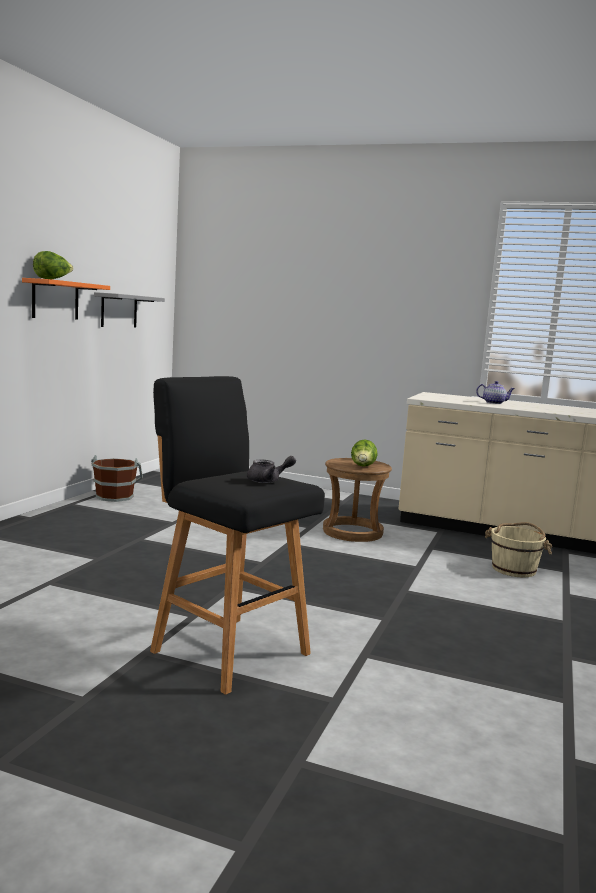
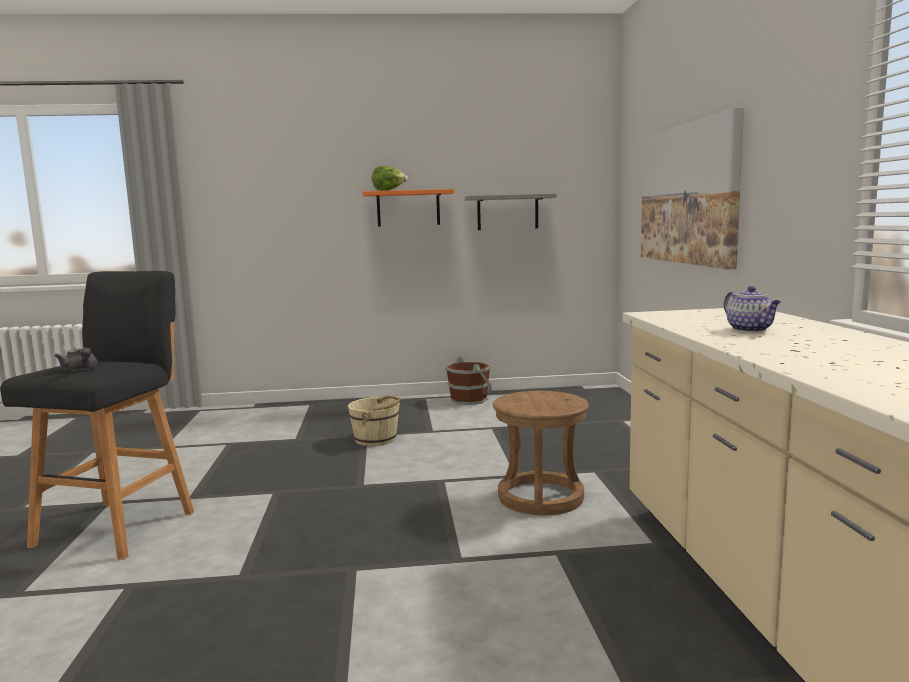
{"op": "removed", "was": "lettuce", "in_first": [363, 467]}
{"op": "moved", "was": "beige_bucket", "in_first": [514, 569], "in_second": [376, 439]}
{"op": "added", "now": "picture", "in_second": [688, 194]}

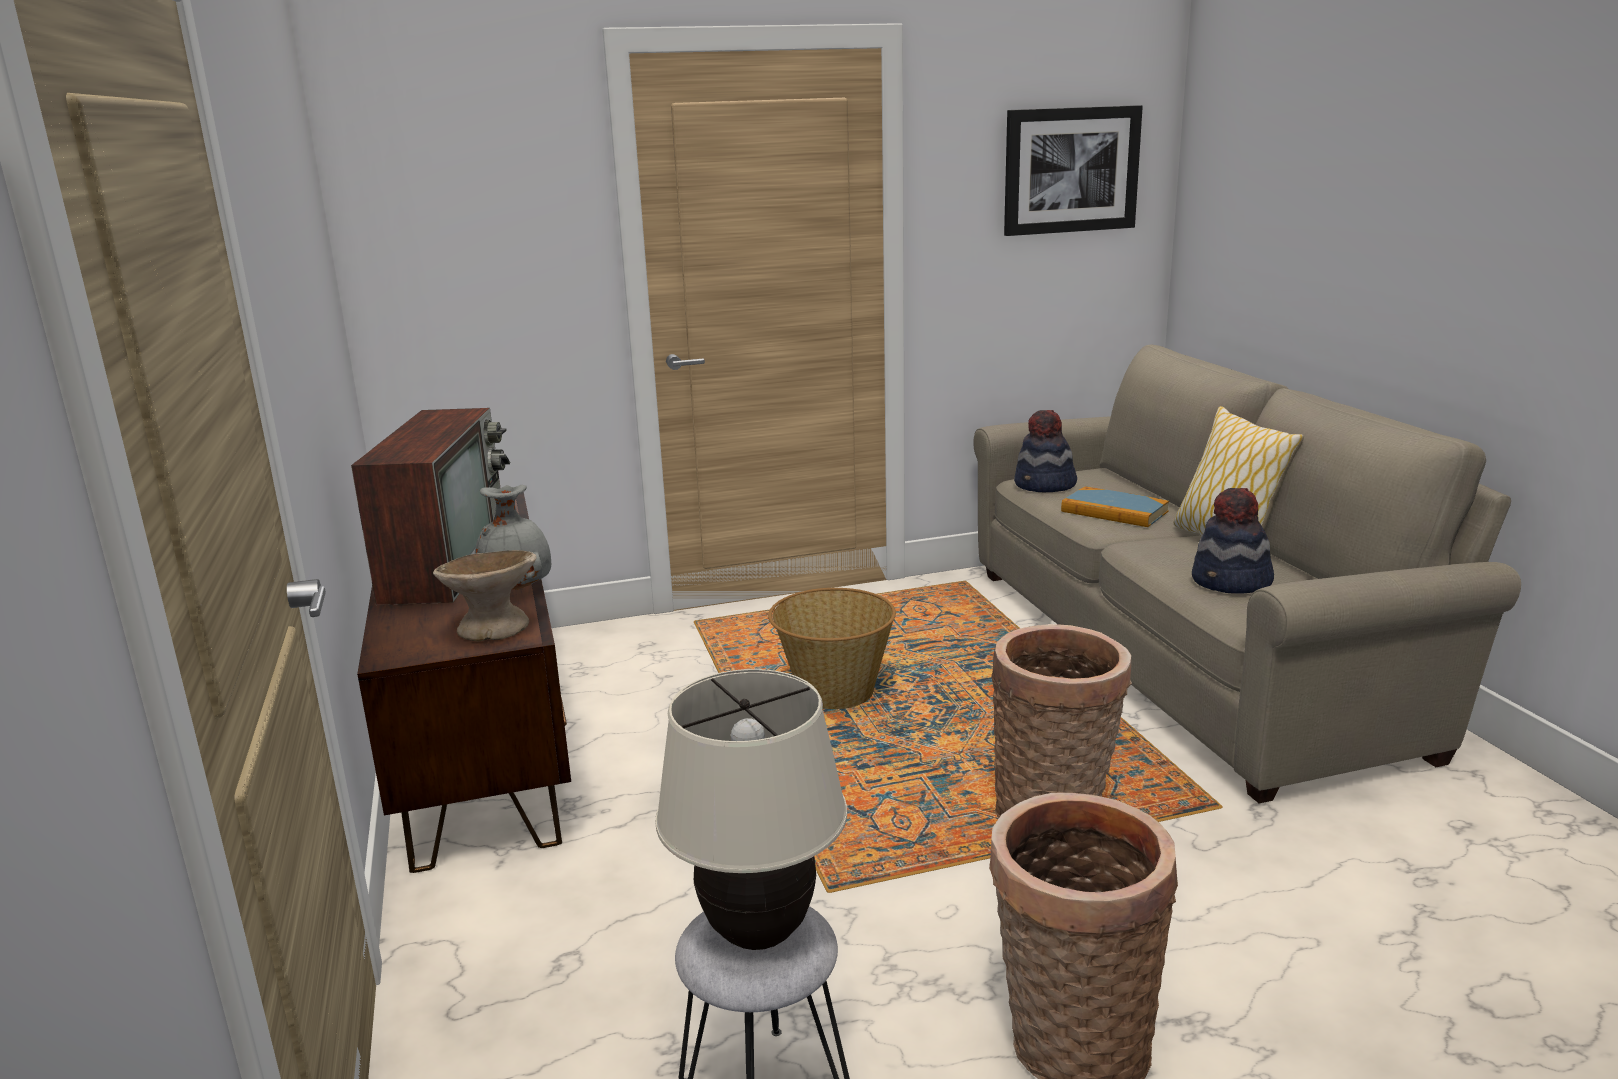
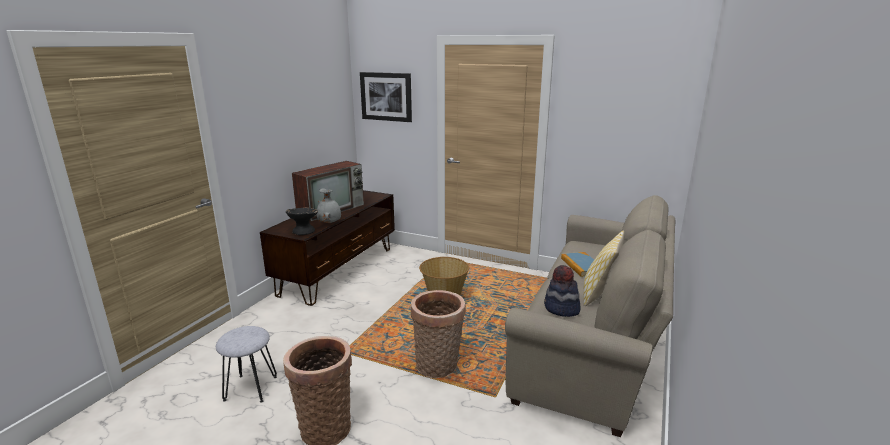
{"op": "recoloured", "was": "beige_bowl", "now": "black_bowl", "in_first": [493, 627], "in_second": [303, 231]}
{"op": "removed", "was": "beige_table_lamp", "in_first": [758, 935]}
{"op": "moved", "was": "picture", "in_first": [1071, 170], "in_second": [386, 96]}
{"op": "removed", "was": "hat", "in_first": [1044, 486]}

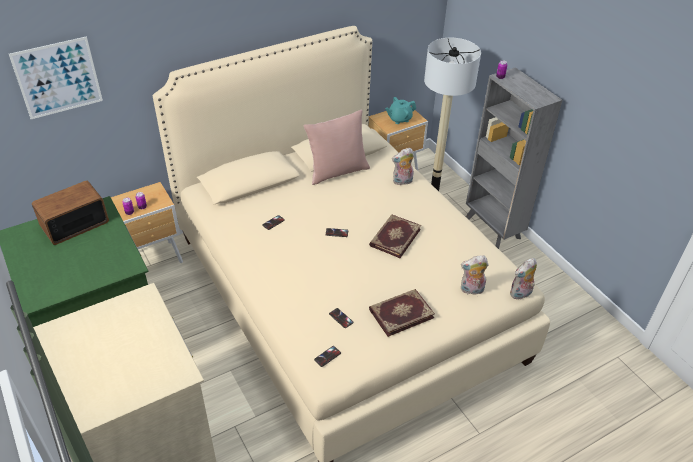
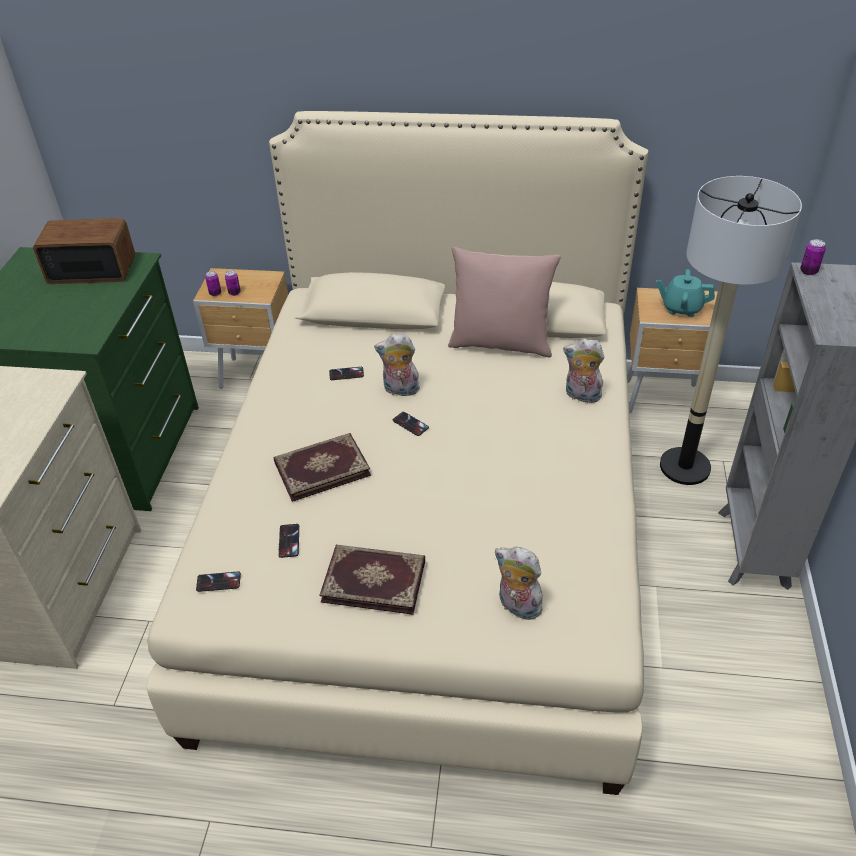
{"op": "removed", "was": "picture", "in_first": [58, 78]}
{"op": "moved", "was": "book", "in_first": [394, 237], "in_second": [321, 468]}
{"op": "moved", "was": "plush_toy", "in_first": [520, 294], "in_second": [400, 390]}

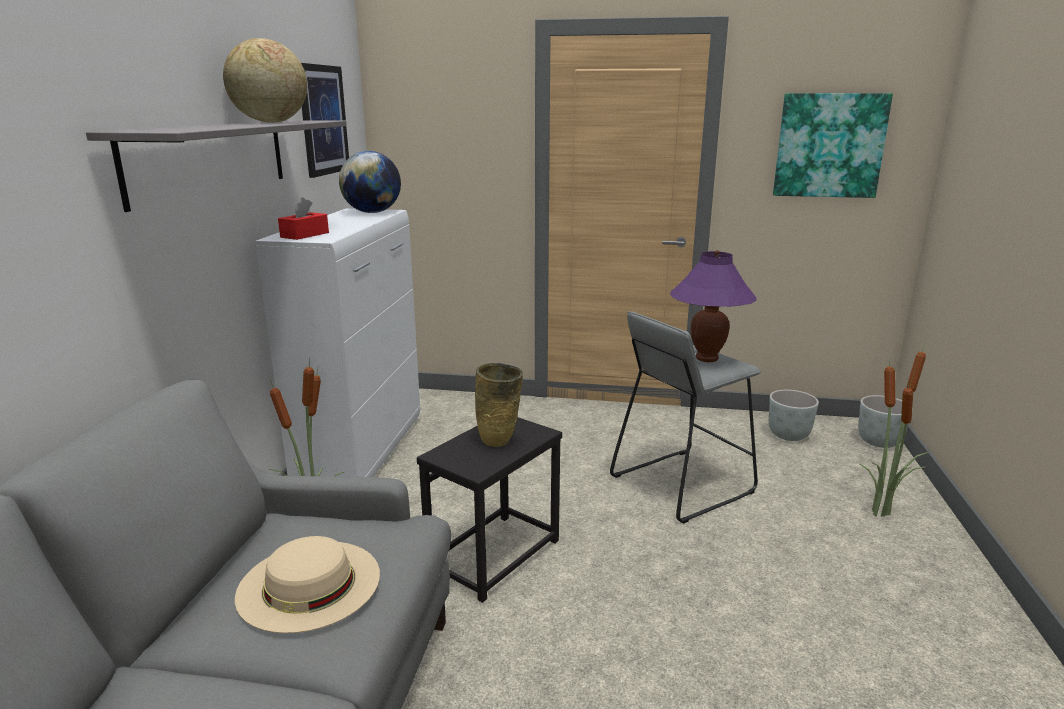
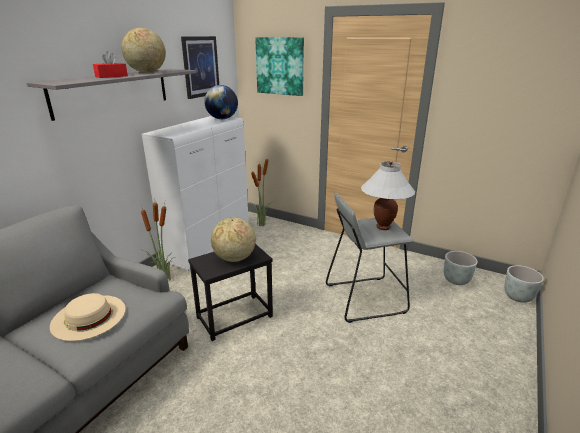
{"op": "moved", "was": "red_tissue_box", "in_first": [305, 235], "in_second": [111, 76]}
{"op": "replaced", "was": "beige_vase", "now": "globe", "in_first": [499, 442], "in_second": [234, 258]}
{"op": "recoloured", "was": "purple_table_lamp", "now": "white_table_lamp", "in_first": [707, 358], "in_second": [383, 227]}
{"op": "moved", "was": "picture", "in_first": [829, 145], "in_second": [280, 66]}
{"op": "moved", "was": "potted_plant", "in_first": [882, 511], "in_second": [262, 224]}

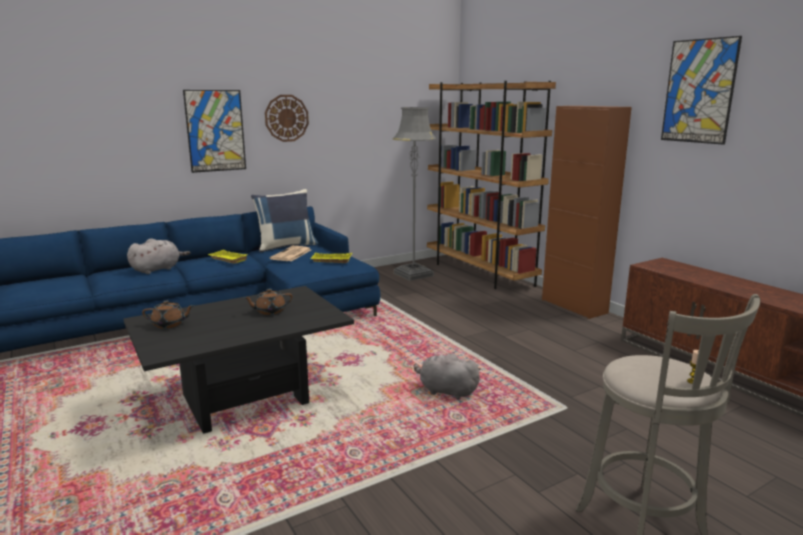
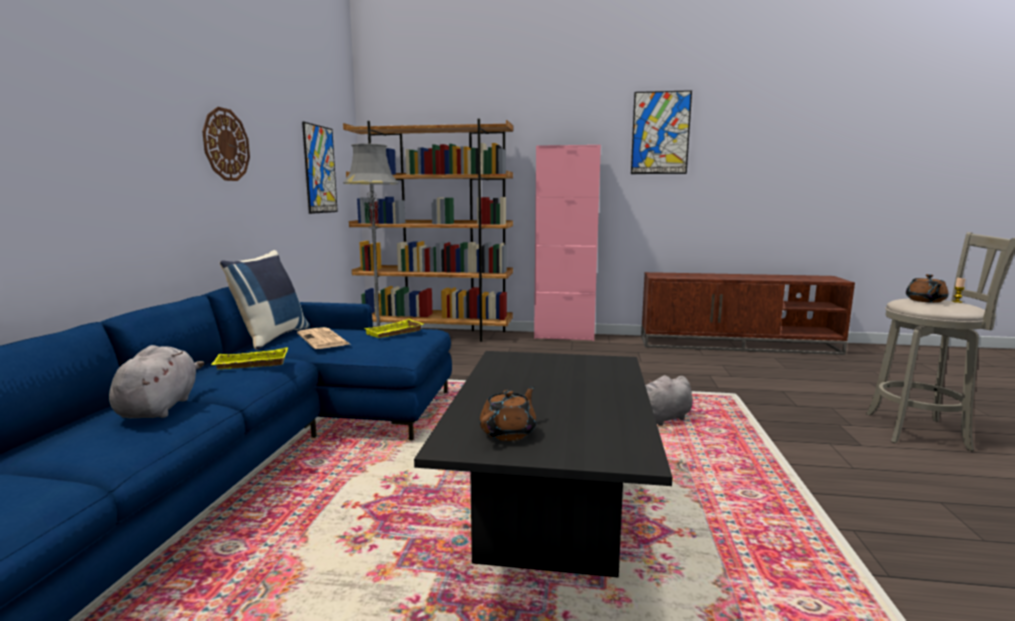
{"op": "moved", "was": "picture", "in_first": [215, 131], "in_second": [320, 169]}
{"op": "moved", "was": "brown_teapot", "in_first": [269, 311], "in_second": [925, 301]}
{"op": "recoloured", "was": "brown_cabinet", "now": "pink_cabinet", "in_first": [574, 306], "in_second": [564, 336]}

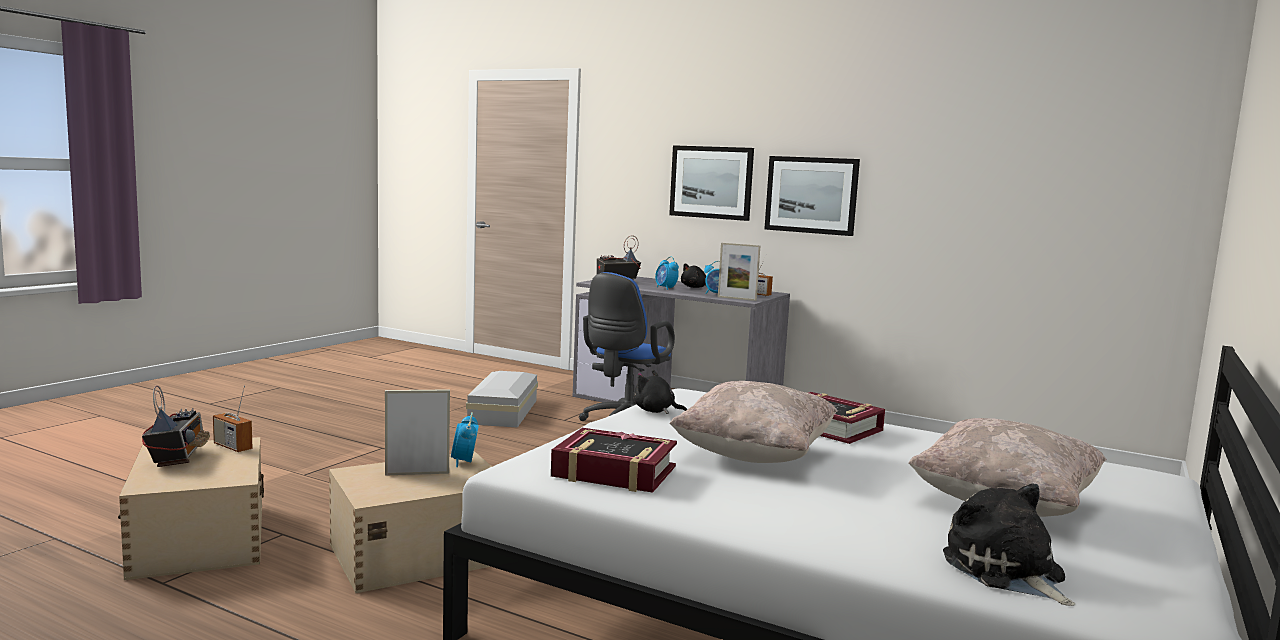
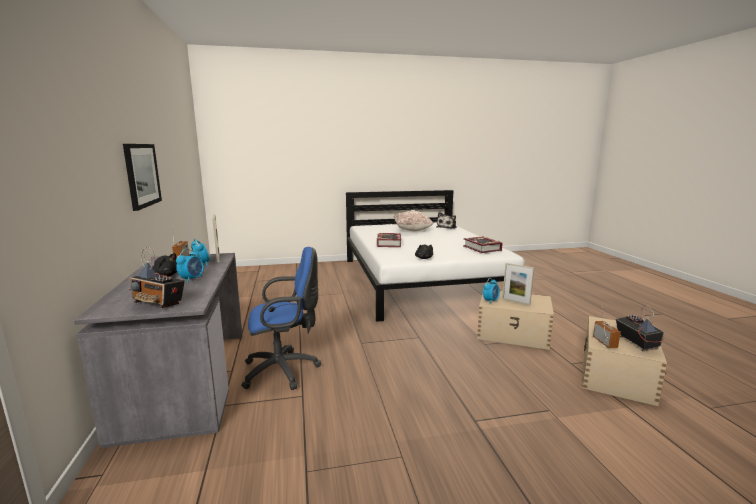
{"op": "turned", "was": "radio", "in_first": [177, 457], "in_second": [636, 343], "clockwise": 135}
{"op": "removed", "was": "white_storage_box", "in_first": [505, 411]}
{"op": "removed", "was": "picture", "in_first": [711, 182]}
{"op": "removed", "was": "beige_pillow", "in_first": [754, 456]}

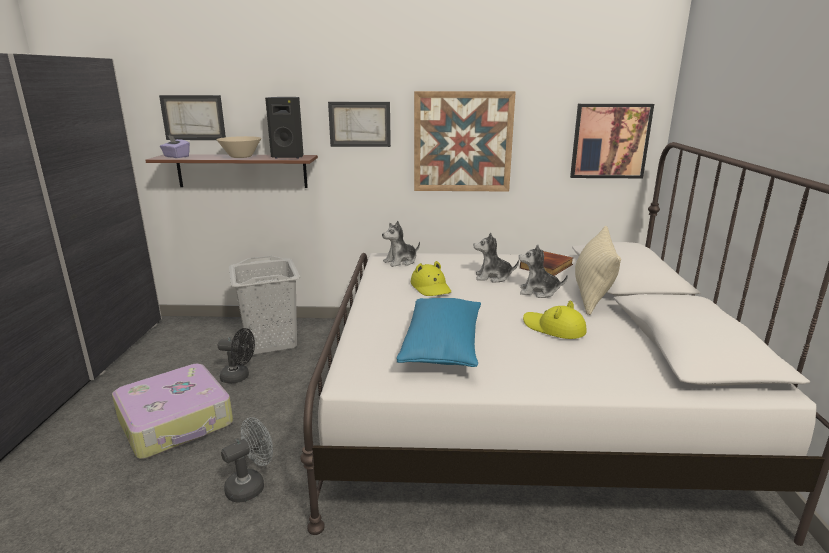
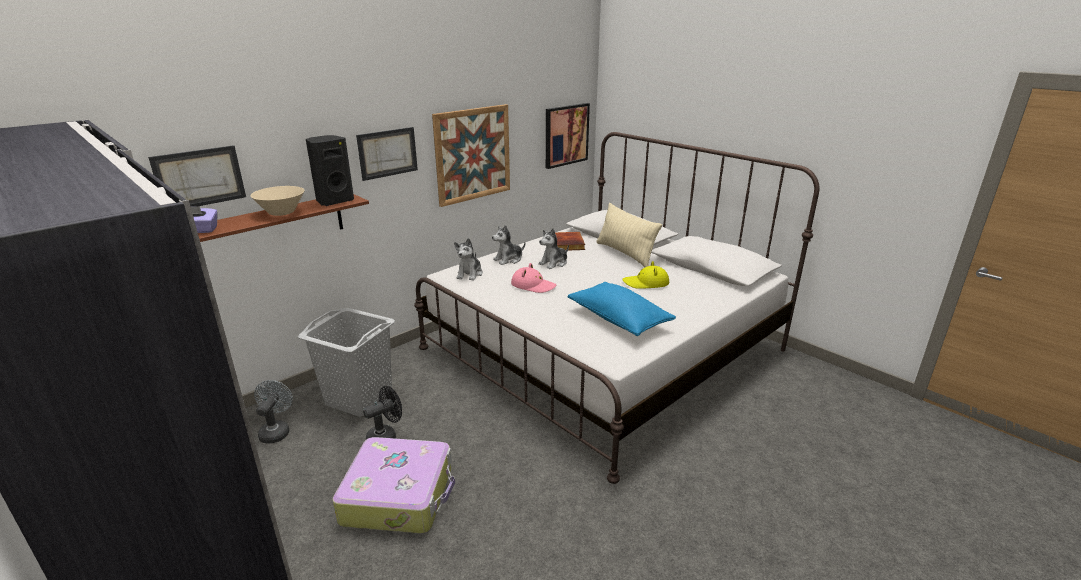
{"op": "moved", "was": "grey_fan", "in_first": [251, 485], "in_second": [276, 431]}
{"op": "recoloured", "was": "yellow_hat", "now": "pink_hat", "in_first": [431, 287], "in_second": [533, 285]}
{"op": "moved", "was": "plush_toy", "in_first": [538, 292], "in_second": [508, 259]}

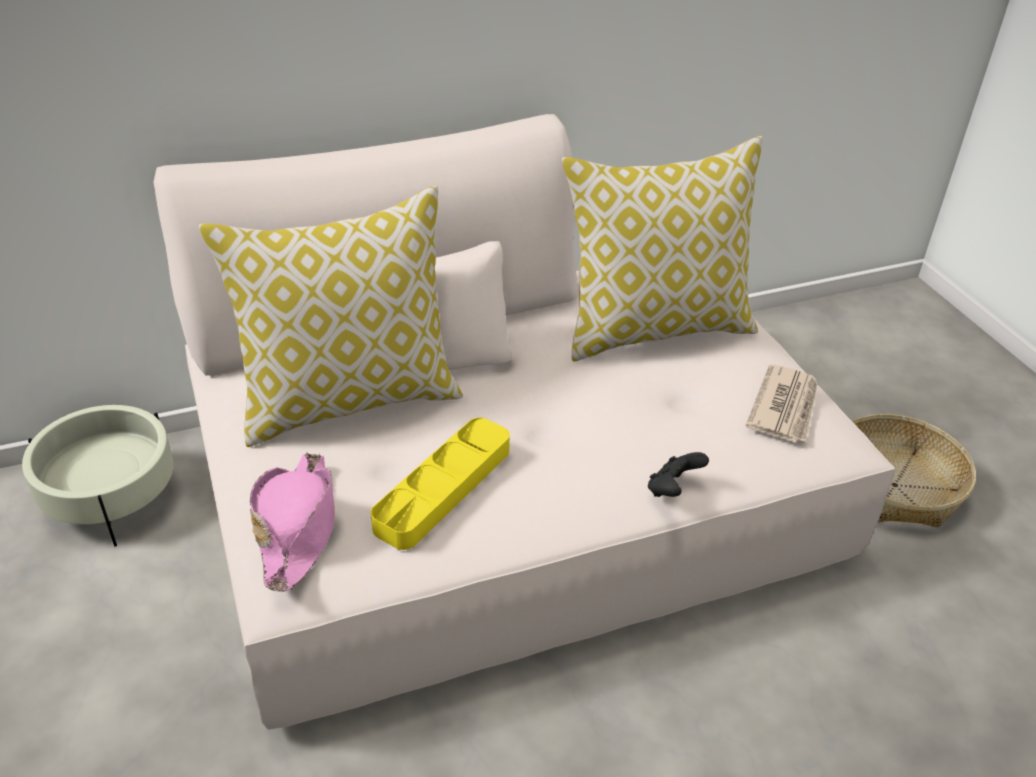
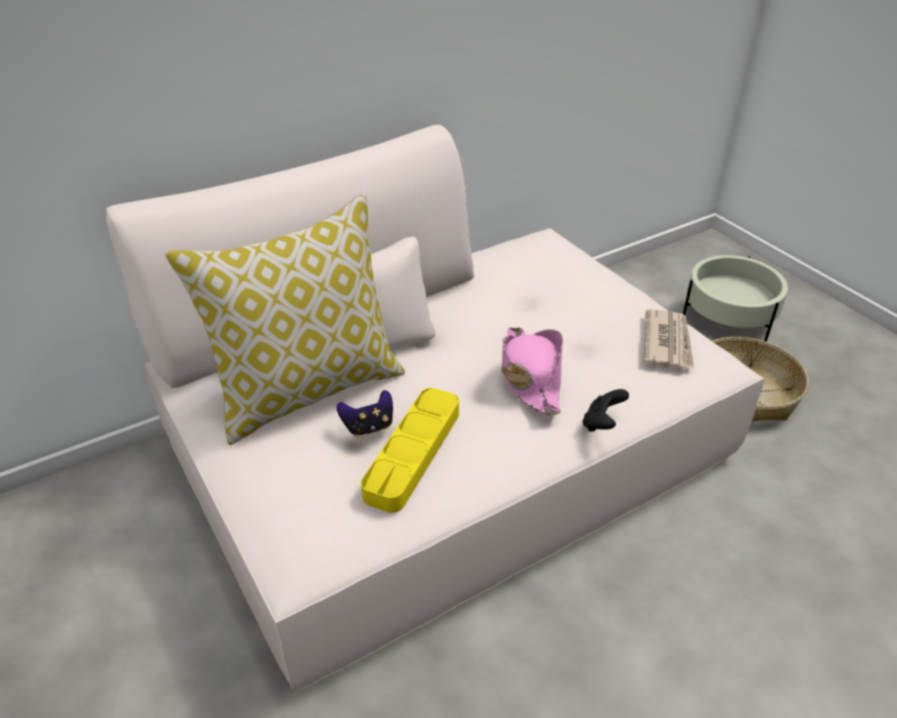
{"op": "moved", "was": "beige_planter", "in_first": [111, 497], "in_second": [728, 317]}
{"op": "moved", "was": "pink_hat", "in_first": [298, 527], "in_second": [530, 376]}
{"op": "removed", "was": "pillow", "in_first": [655, 328]}
{"op": "added", "now": "game_controller", "in_second": [368, 427]}

